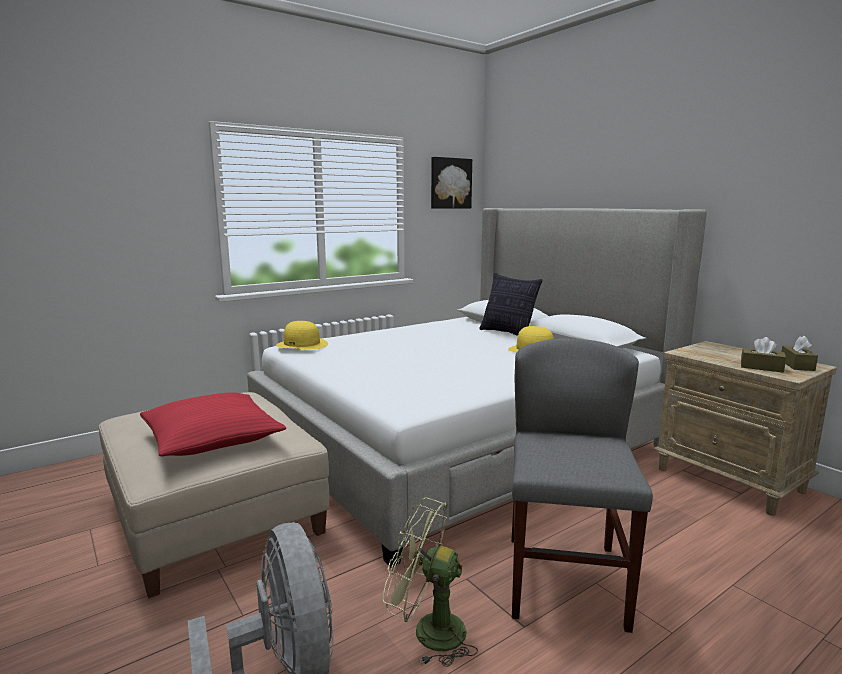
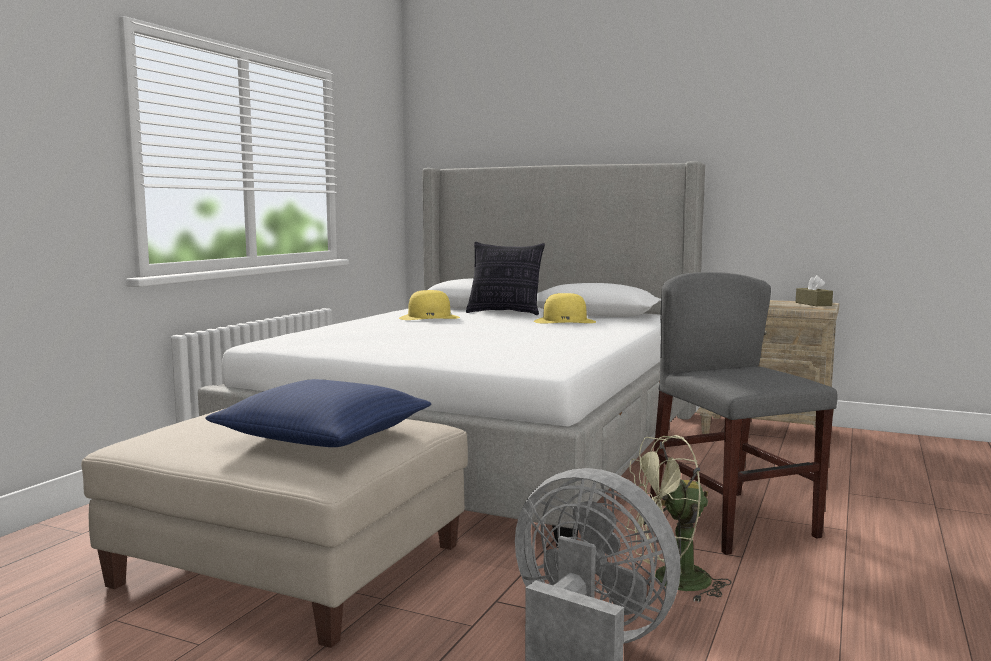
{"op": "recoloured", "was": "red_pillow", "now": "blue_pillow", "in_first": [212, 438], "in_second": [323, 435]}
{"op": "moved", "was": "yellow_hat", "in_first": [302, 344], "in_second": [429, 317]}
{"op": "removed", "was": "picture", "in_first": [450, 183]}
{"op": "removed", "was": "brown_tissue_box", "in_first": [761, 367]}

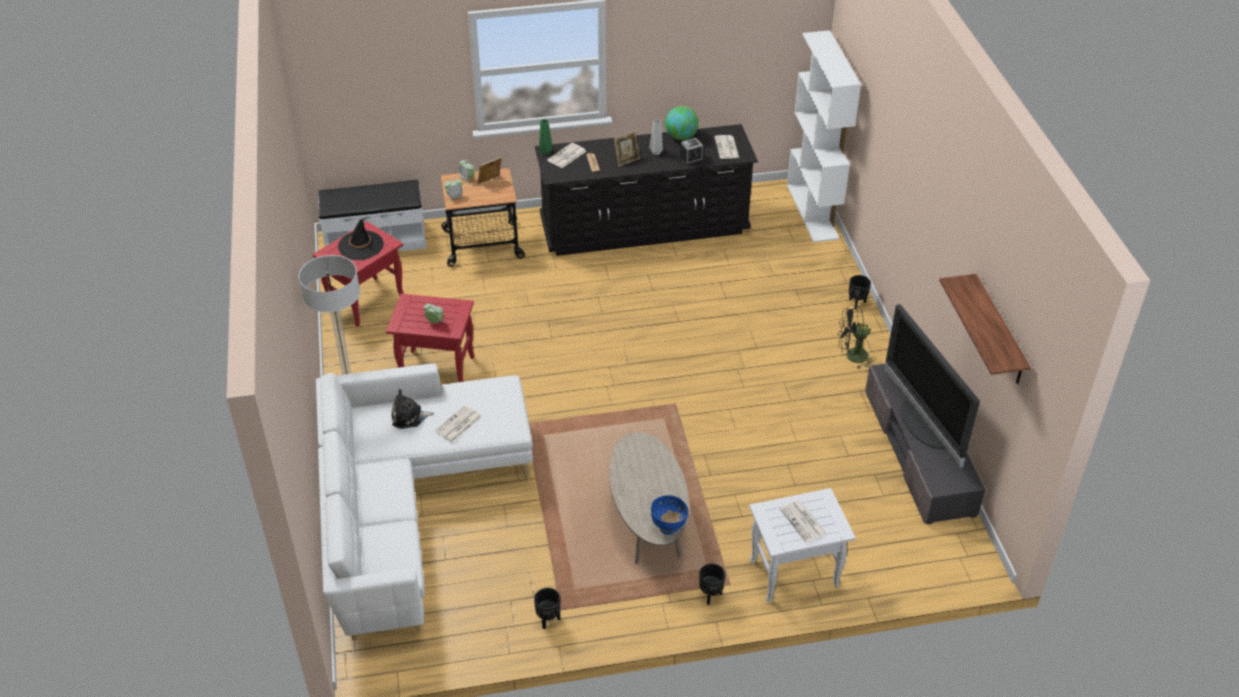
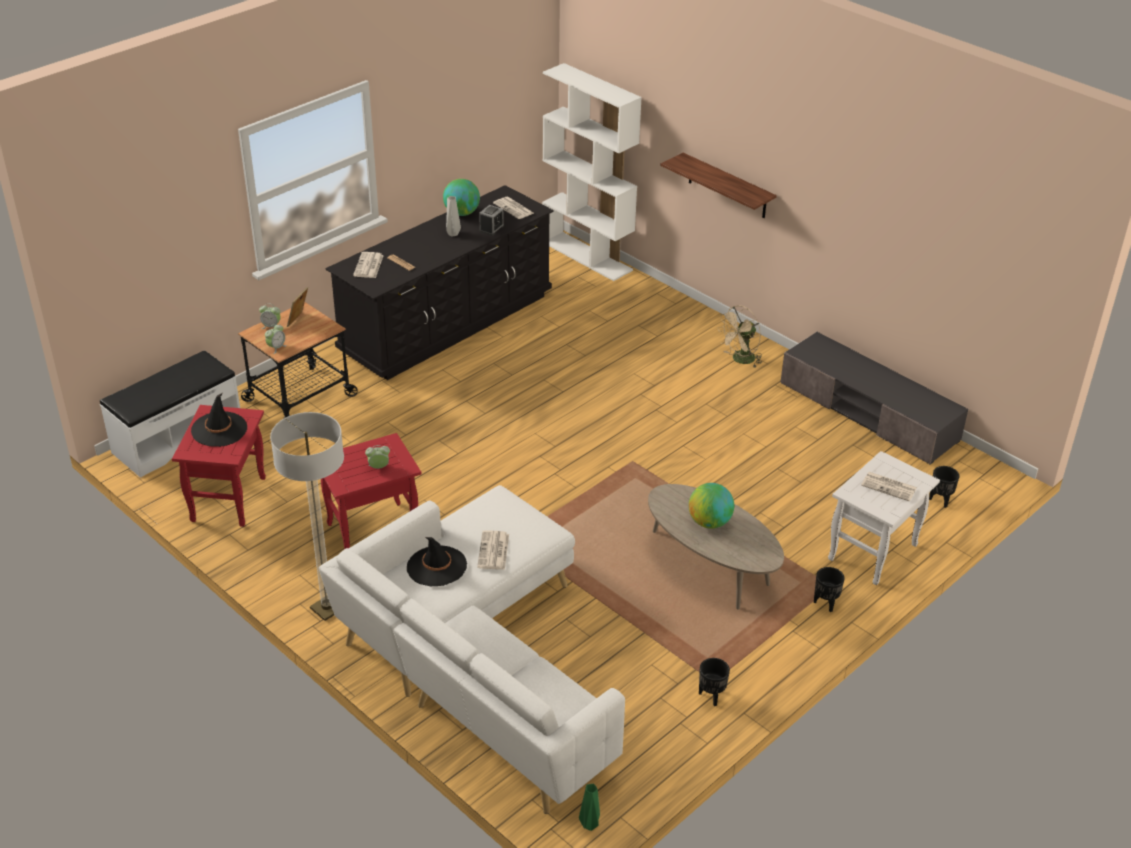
{"op": "replaced", "was": "plush_toy", "now": "black_hat", "in_first": [409, 417], "in_second": [436, 566]}
{"op": "moved", "was": "green_vase", "in_first": [545, 152], "in_second": [588, 825]}
{"op": "removed", "was": "picture_frame", "in_first": [627, 160]}
{"op": "removed", "was": "blue_bowl", "in_first": [668, 527]}
{"op": "recoloured", "was": "black_fan", "now": "beige_fan", "in_first": [852, 356], "in_second": [740, 360]}
{"op": "moved", "was": "black_planter", "in_first": [856, 303], "in_second": [939, 500]}
{"op": "removed", "was": "television", "in_first": [923, 425]}
{"op": "moved", "was": "shelf", "in_first": [999, 331], "in_second": [727, 186]}
{"op": "added", "now": "globe", "in_second": [709, 522]}

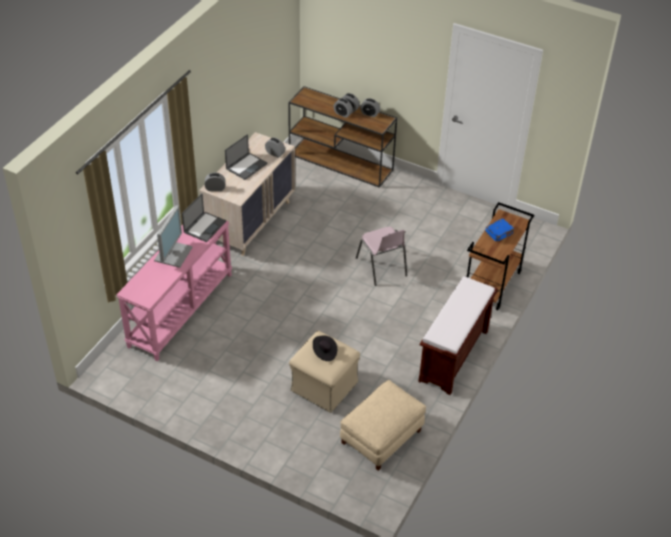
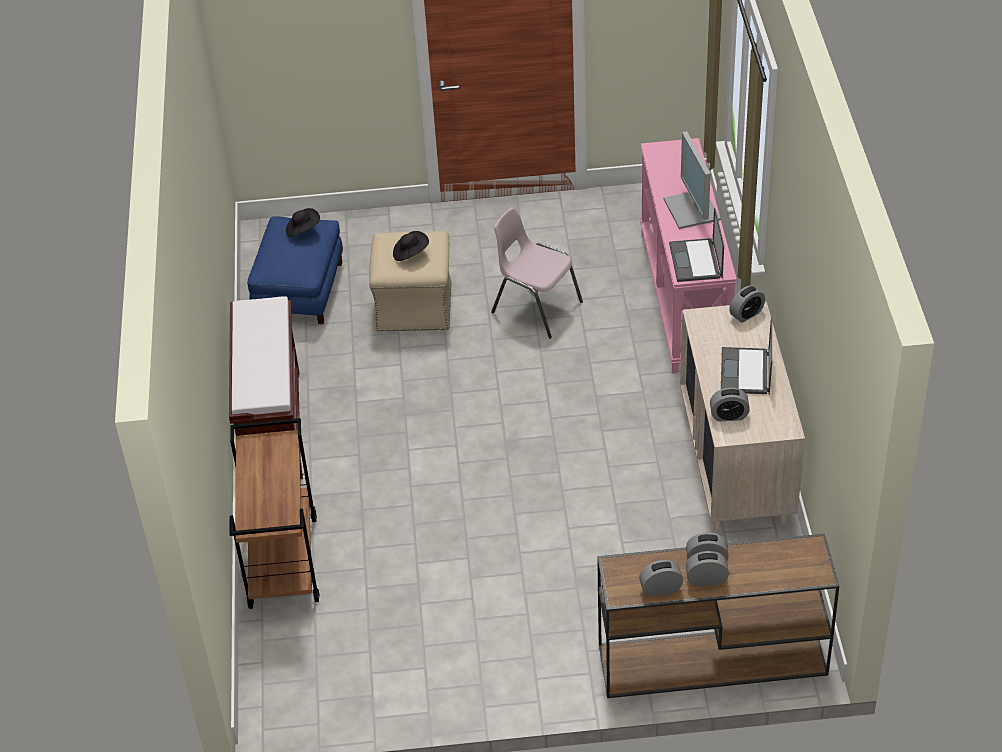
{"op": "recoloured", "was": "beige_ottoman", "now": "blue_ottoman", "in_first": [381, 437], "in_second": [299, 290]}
{"op": "moved", "was": "pink_chair", "in_first": [381, 267], "in_second": [535, 307]}
{"op": "removed", "was": "blue_book", "in_first": [499, 233]}
{"op": "added", "now": "black_hat", "in_second": [303, 230]}

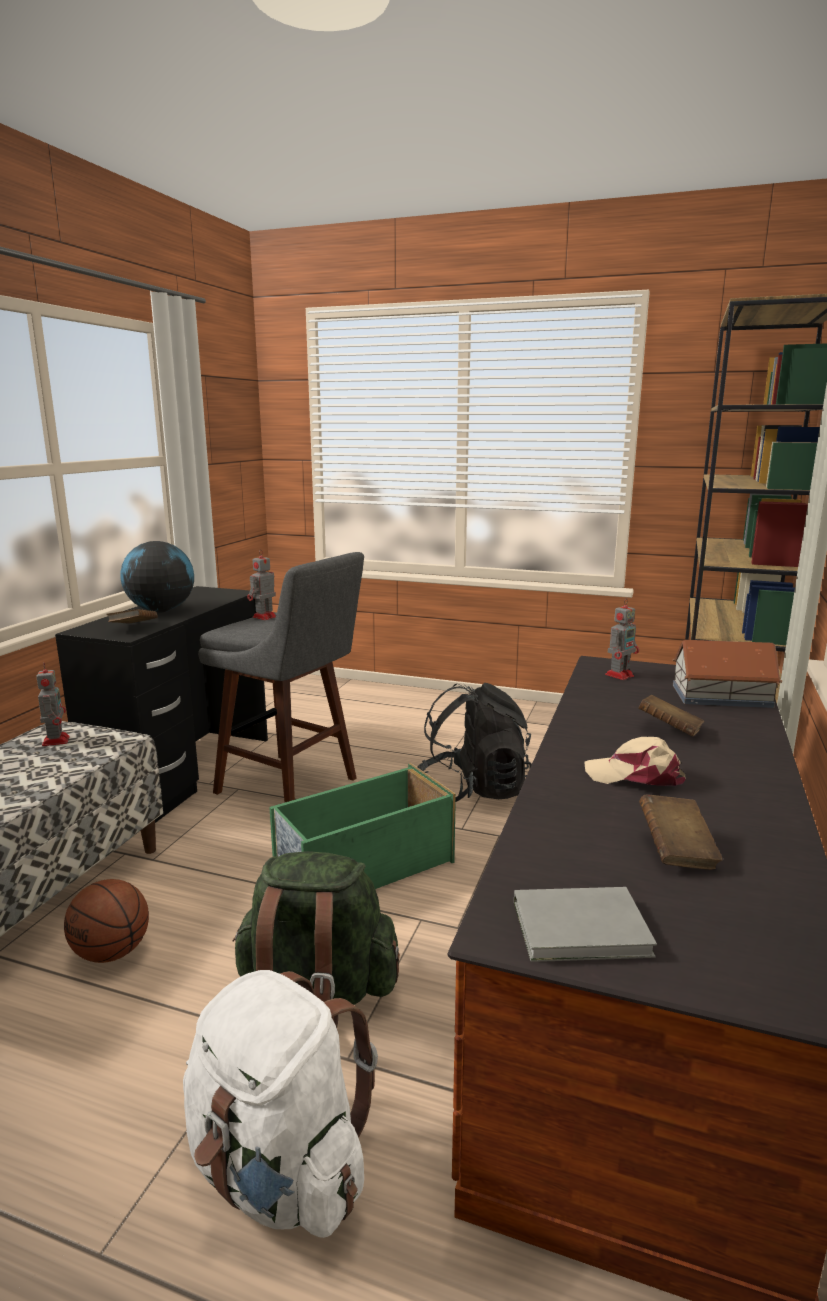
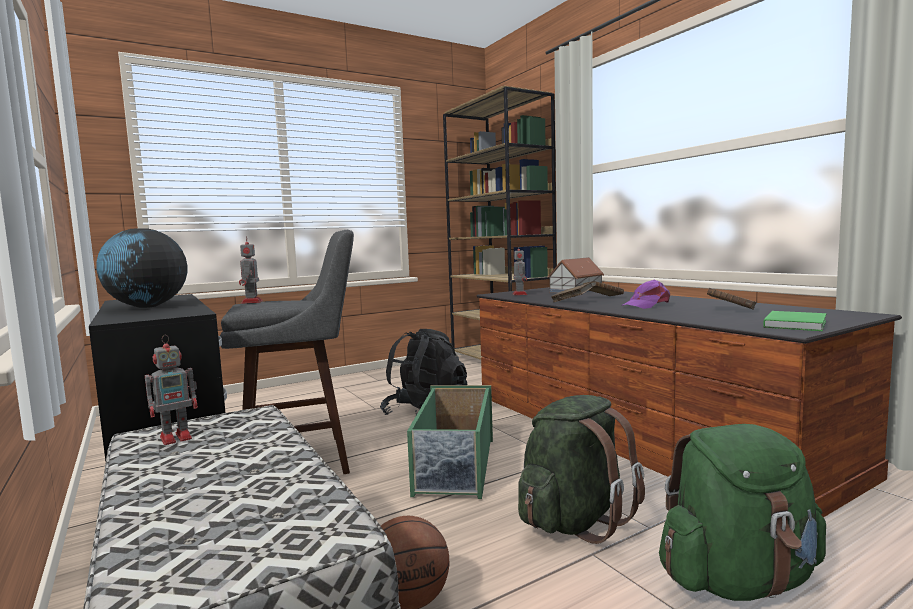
{"op": "turned", "was": "toy_robot", "in_first": [56, 740], "in_second": [178, 437], "clockwise": 120}
{"op": "moved", "was": "brown_book", "in_first": [133, 628], "in_second": [571, 302]}
{"op": "recoloured", "was": "white_backpack", "now": "green_backpack", "in_first": [279, 1171], "in_second": [738, 580]}
{"op": "recoloured", "was": "grey_book", "now": "green_book", "in_first": [584, 930], "in_second": [796, 324]}
{"op": "recoloured", "was": "beige_cap", "now": "purple_cap", "in_first": [635, 775], "in_second": [646, 305]}

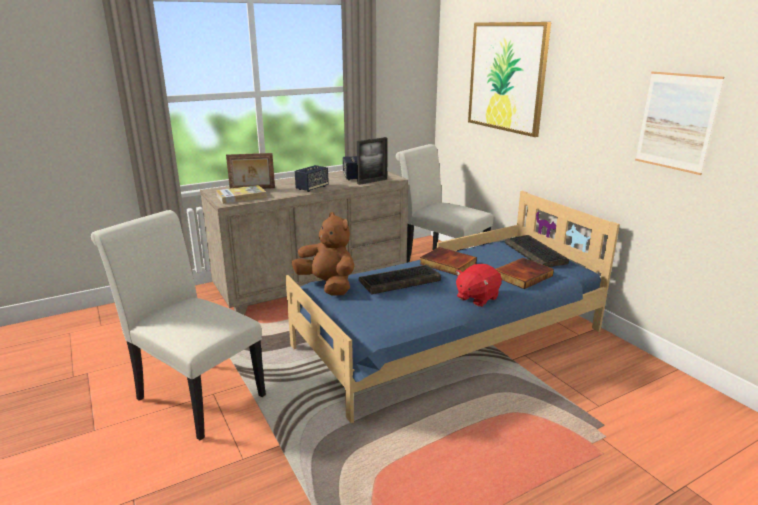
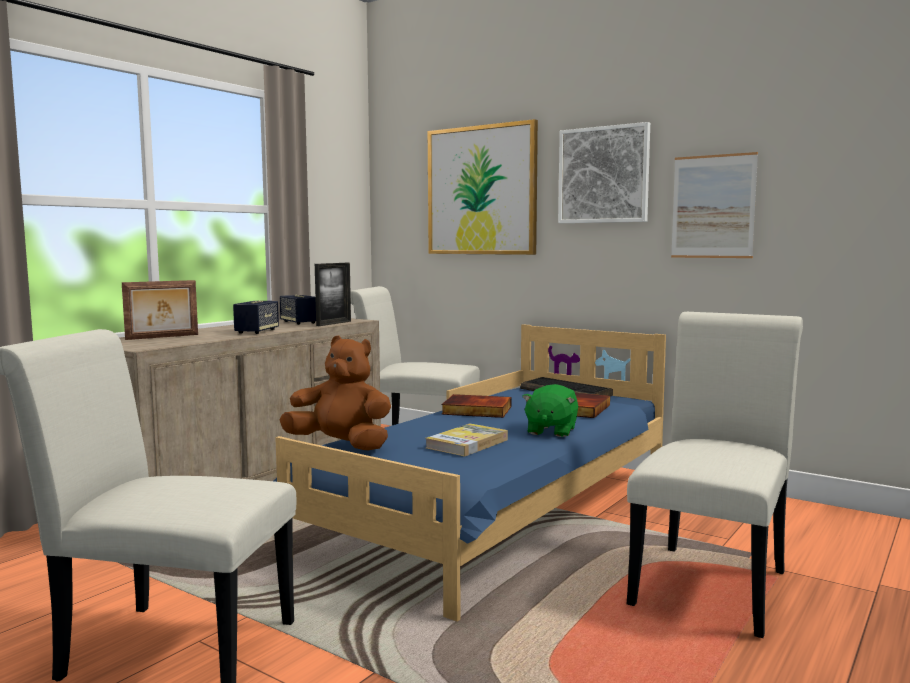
{"op": "moved", "was": "book", "in_first": [241, 196], "in_second": [467, 444]}
{"op": "removed", "was": "keyboard", "in_first": [399, 281]}
{"op": "recoloured", "was": "red_plush_toy", "now": "green_plush_toy", "in_first": [476, 298], "in_second": [551, 431]}
{"op": "added", "now": "picture", "in_second": [603, 175]}
{"op": "added", "now": "white_chair", "in_second": [713, 582]}

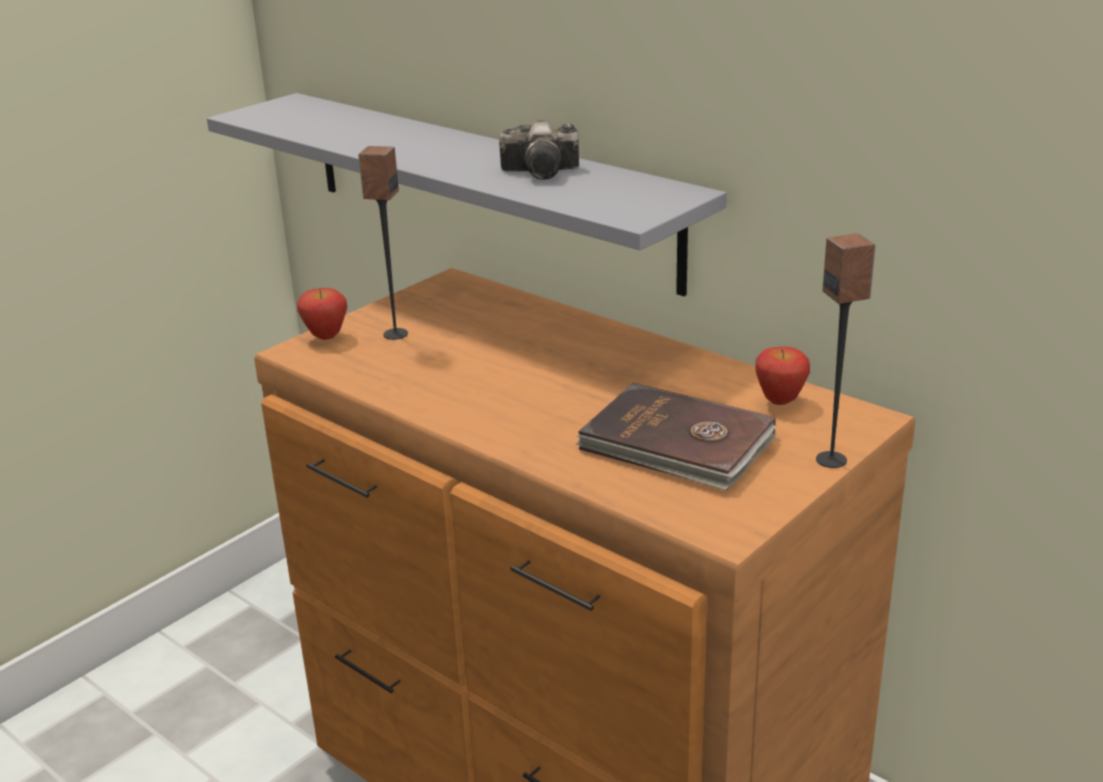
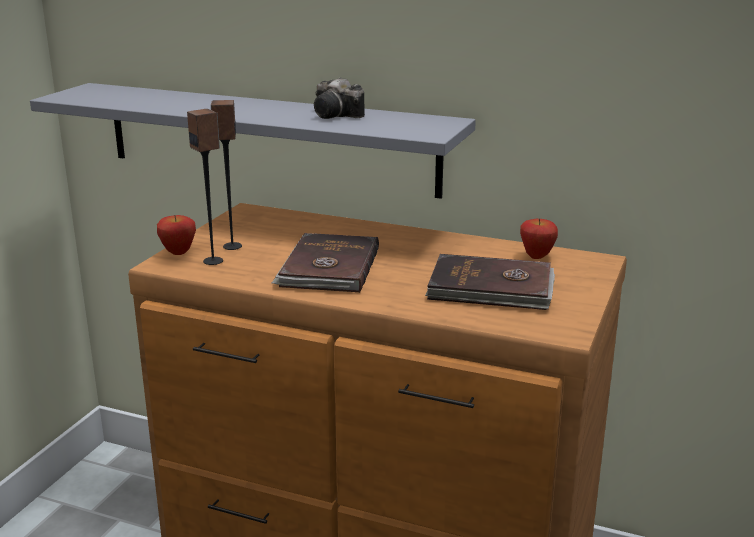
{"op": "turned", "was": "photo_camera", "in_first": [544, 171], "in_second": [337, 115], "clockwise": 60}
{"op": "moved", "was": "speaker", "in_first": [832, 460], "in_second": [213, 261]}
{"op": "added", "now": "brown_book", "in_second": [328, 268]}

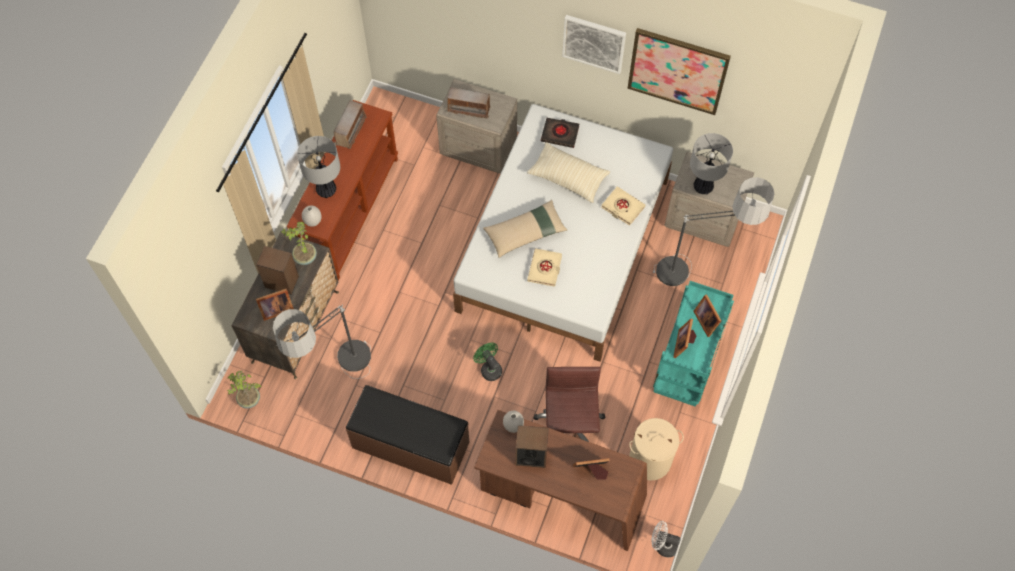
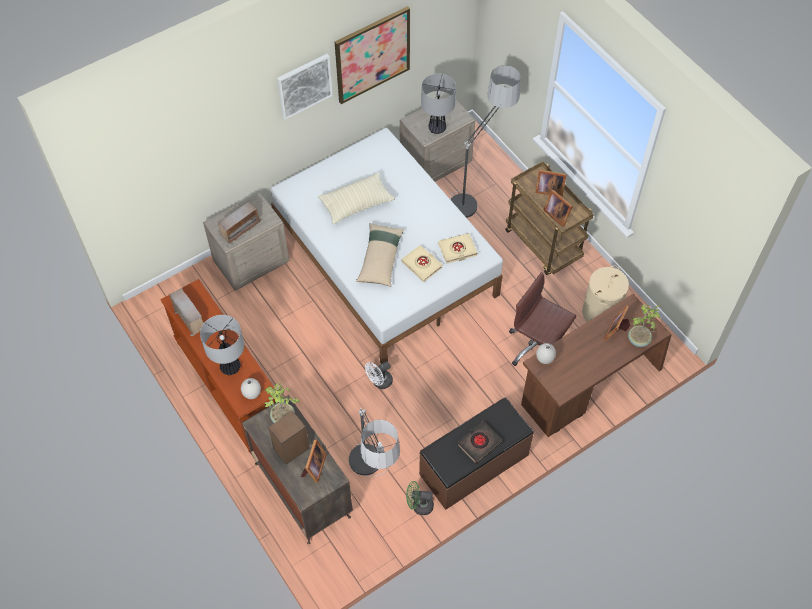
{"op": "moved", "was": "potted_plant", "in_first": [249, 400], "in_second": [639, 340]}
{"op": "moved", "was": "green_fan", "in_first": [489, 368], "in_second": [419, 505]}
{"op": "removed", "was": "speaker", "in_first": [531, 455]}
{"op": "moved", "was": "black_book", "in_first": [560, 134], "in_second": [479, 443]}
{"op": "moved", "was": "beige_book", "in_first": [622, 207], "in_second": [457, 250]}
{"op": "moved", "was": "white_fan", "in_first": [662, 545], "in_second": [379, 382]}
{"op": "recoloured", "was": "turquoise_cart", "now": "brown_cart", "in_first": [686, 366], "in_second": [544, 245]}

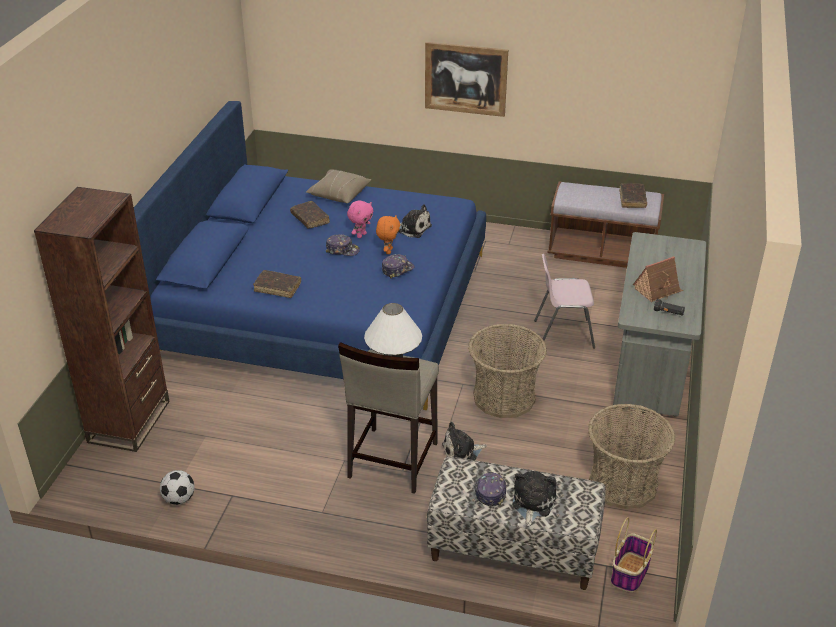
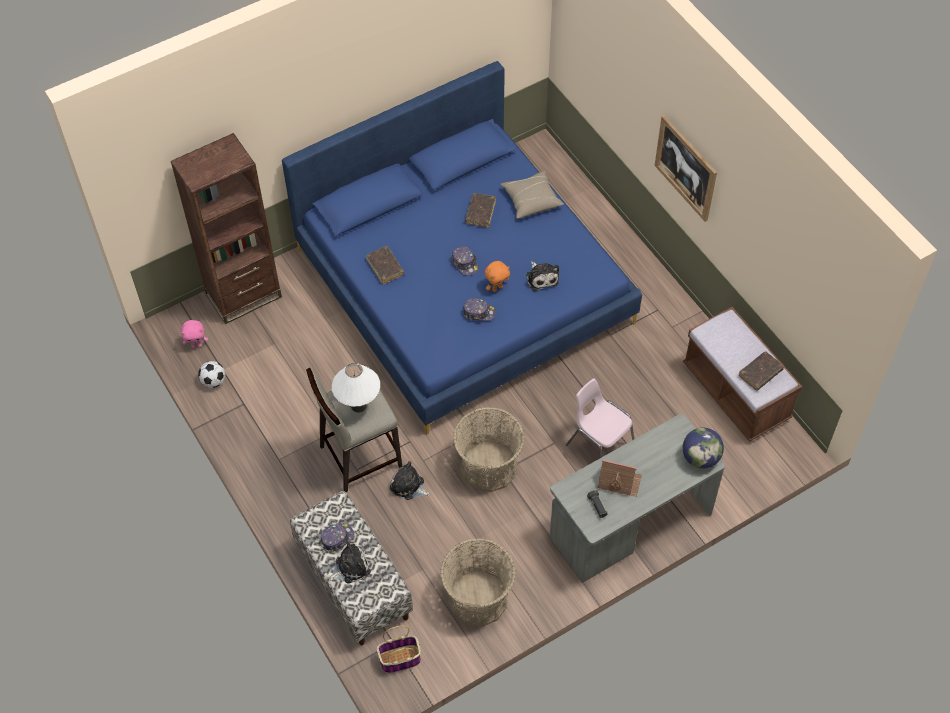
{"op": "moved", "was": "pink_plush_toy", "in_first": [361, 235], "in_second": [196, 345]}
{"op": "added", "now": "globe", "in_second": [700, 458]}

